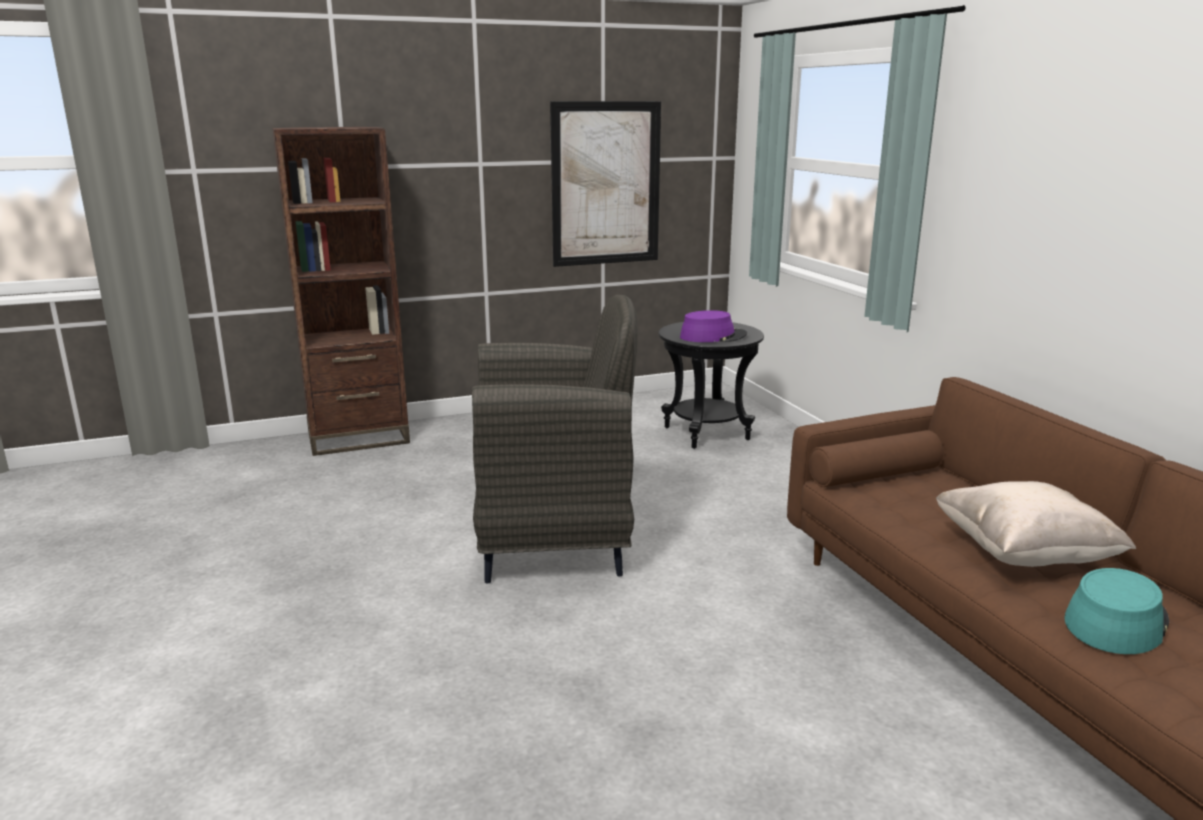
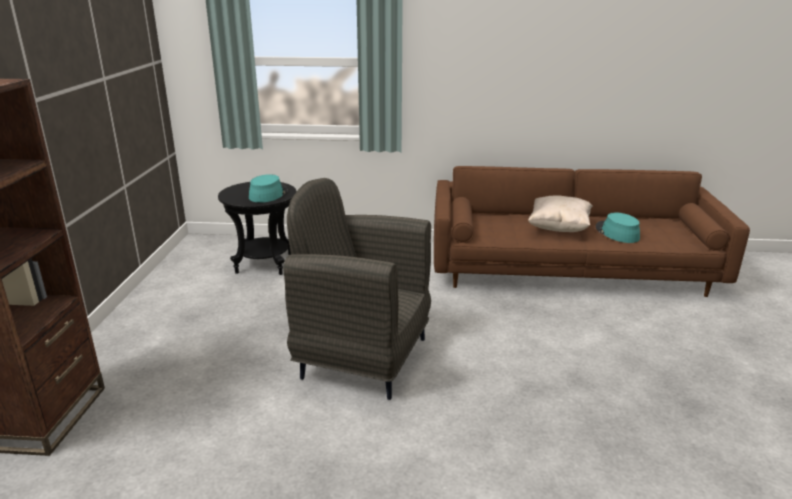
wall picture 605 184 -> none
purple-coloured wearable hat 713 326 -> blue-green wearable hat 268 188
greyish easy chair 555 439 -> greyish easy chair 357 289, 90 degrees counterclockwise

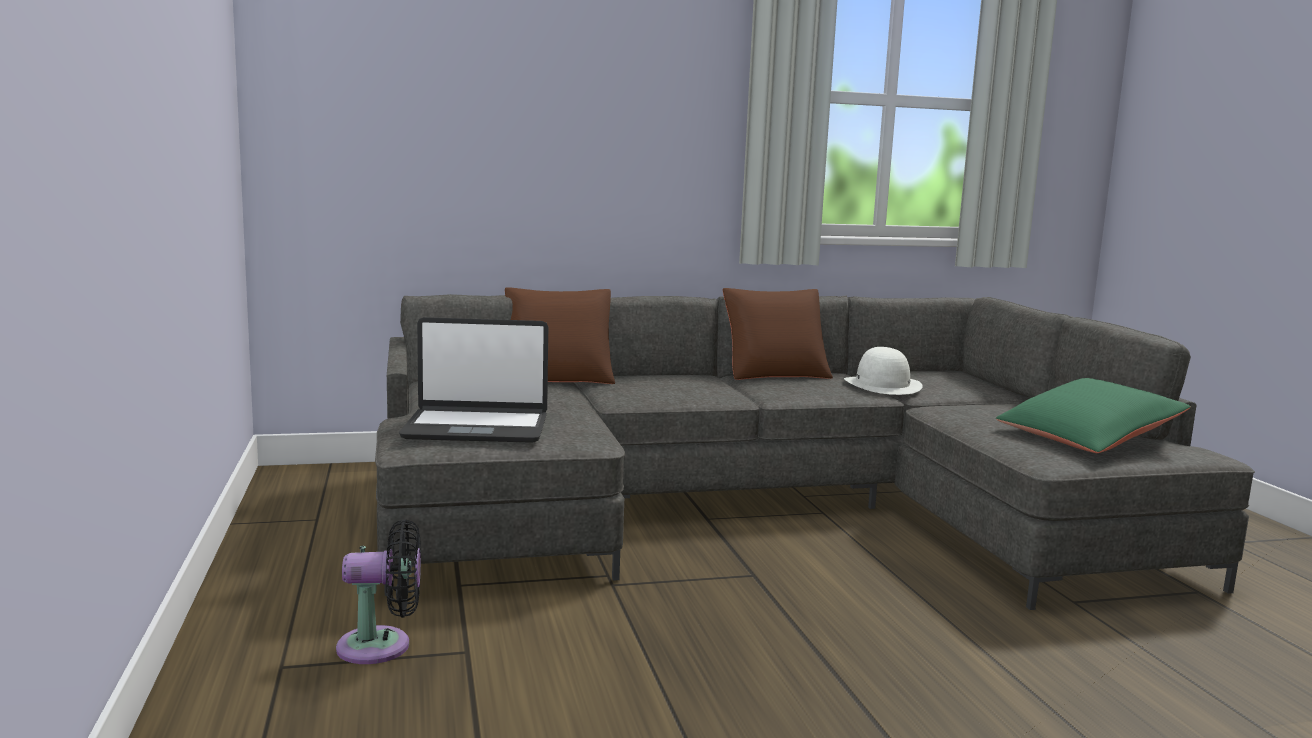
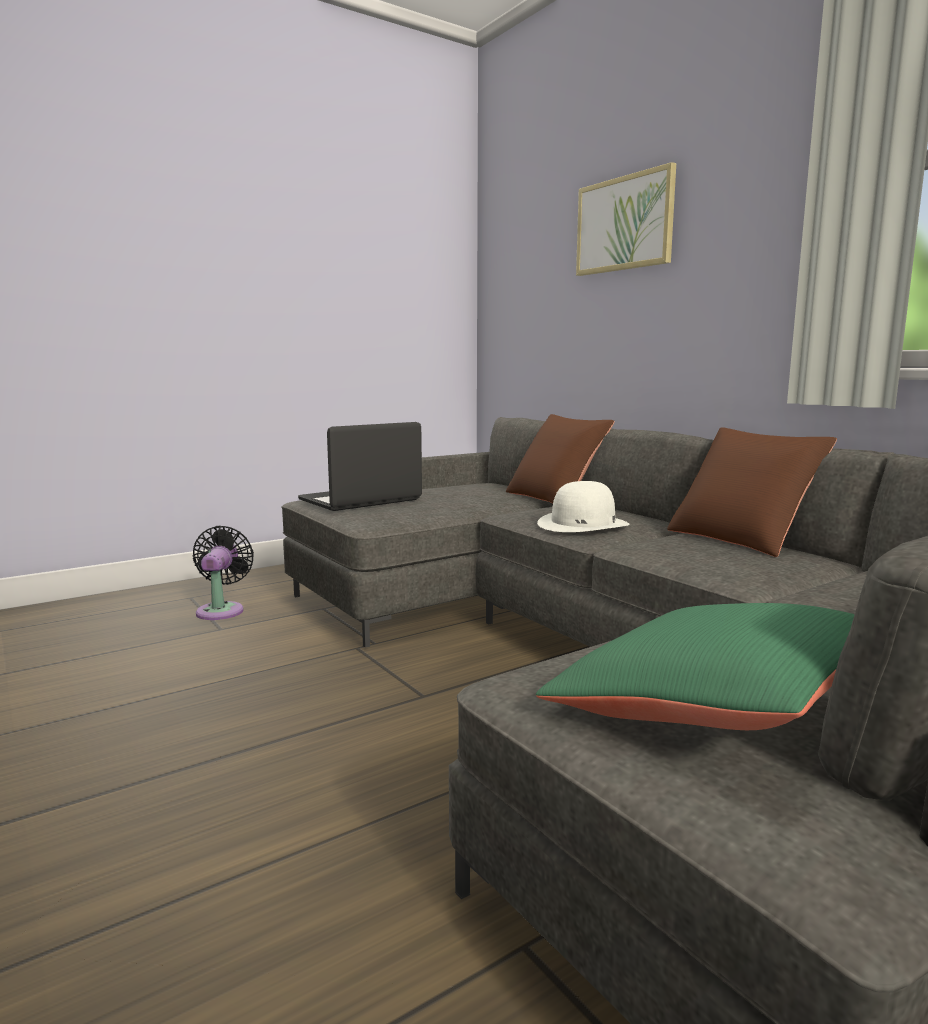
none -> wall picture 626 219
whitish wearable hat 883 371 -> whitish wearable hat 583 506, relocated
black fan 378 592 -> black fan 223 573, 150 degrees counterclockwise
notebook computer 473 380 -> notebook computer 360 466, 75 degrees clockwise

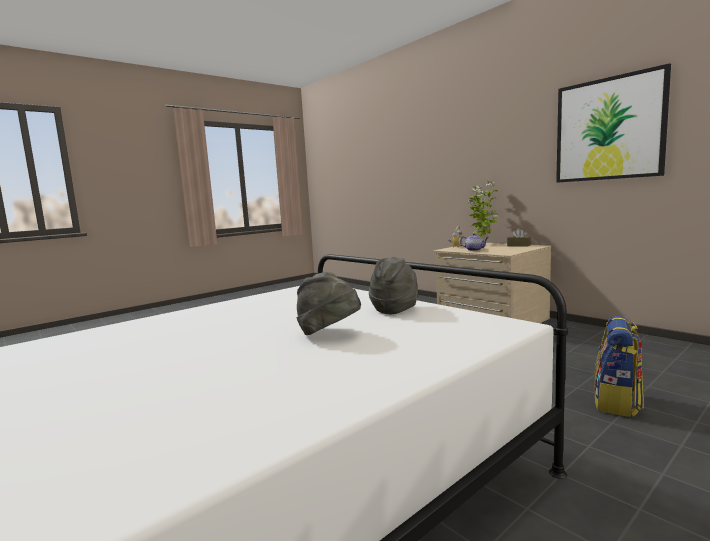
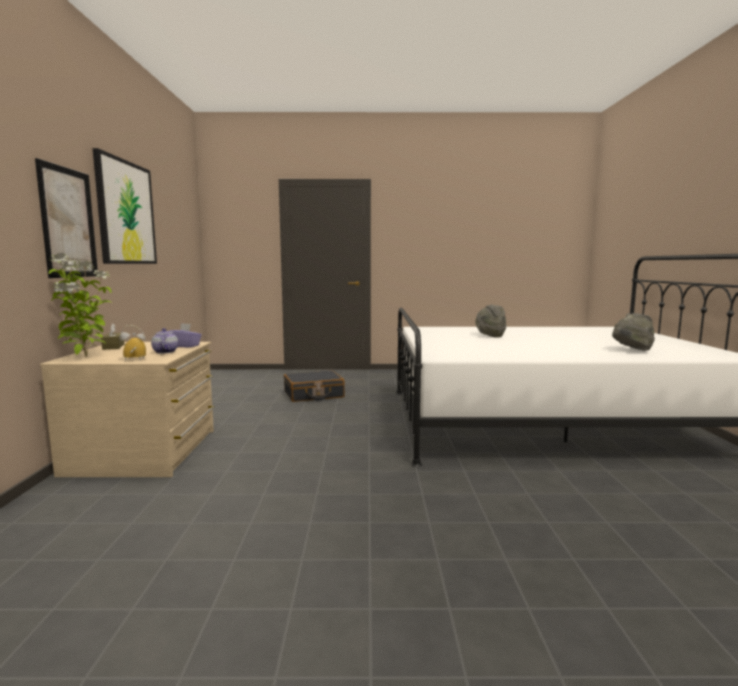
none -> wall picture 66 218
none -> purple-coloured box of tissues 186 335
greyish wearable hat 393 285 -> greyish wearable hat 633 331, relocated
backpack 619 366 -> black travel case 314 386

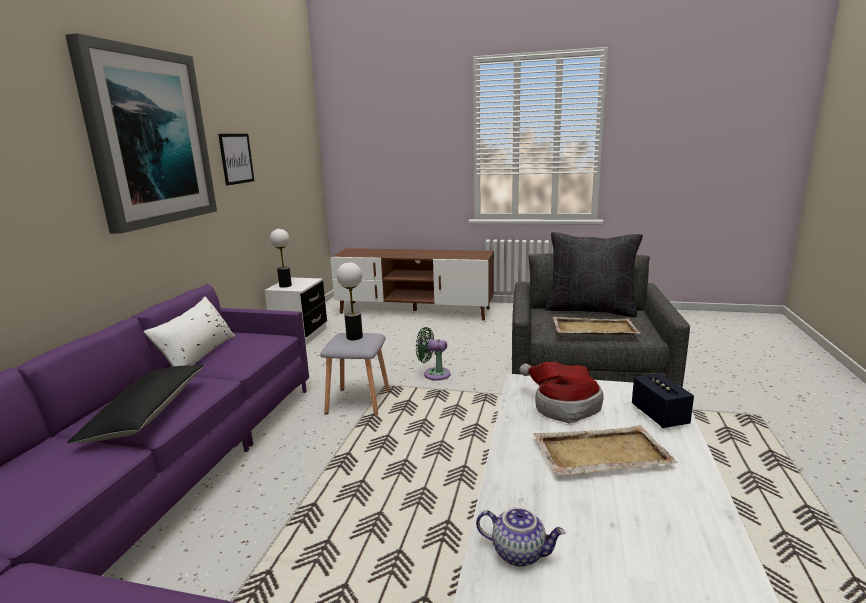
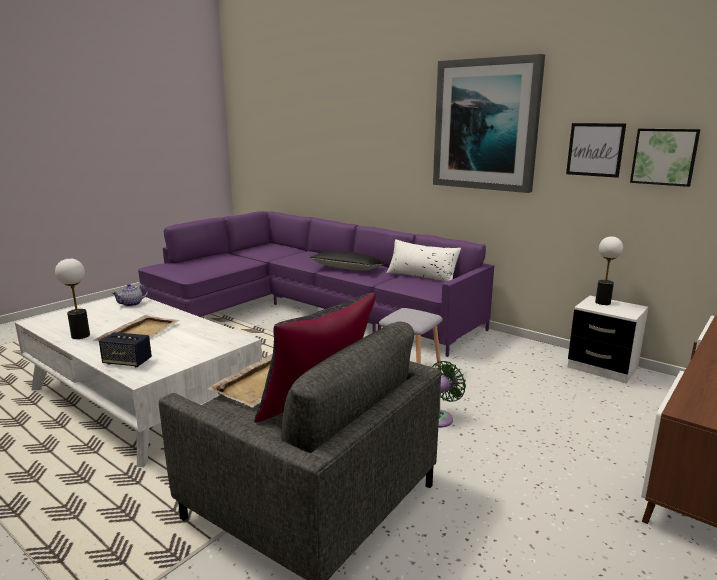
wearable hat 561 393 -> none
none -> wall picture 665 158
lamp for a table 350 301 -> lamp for a table 72 298, relocated

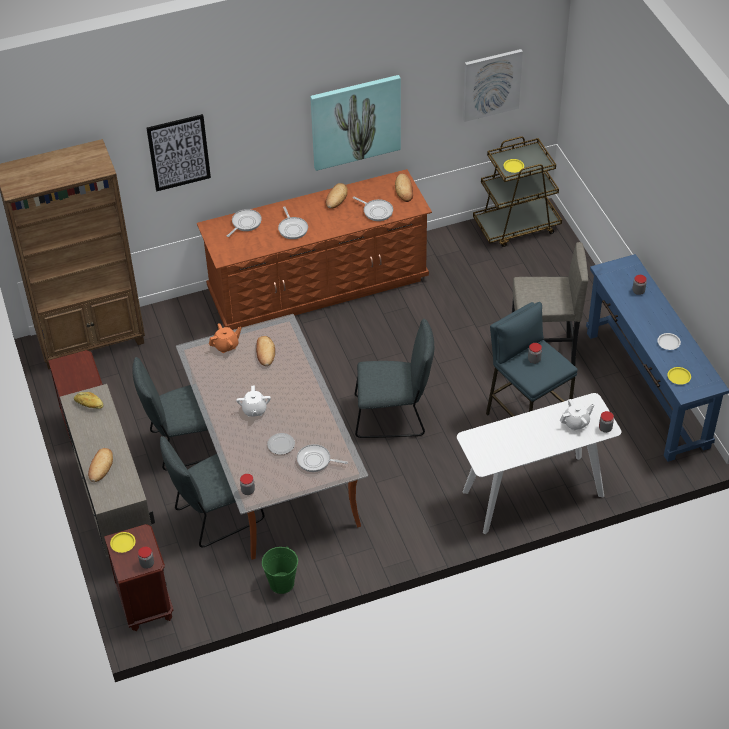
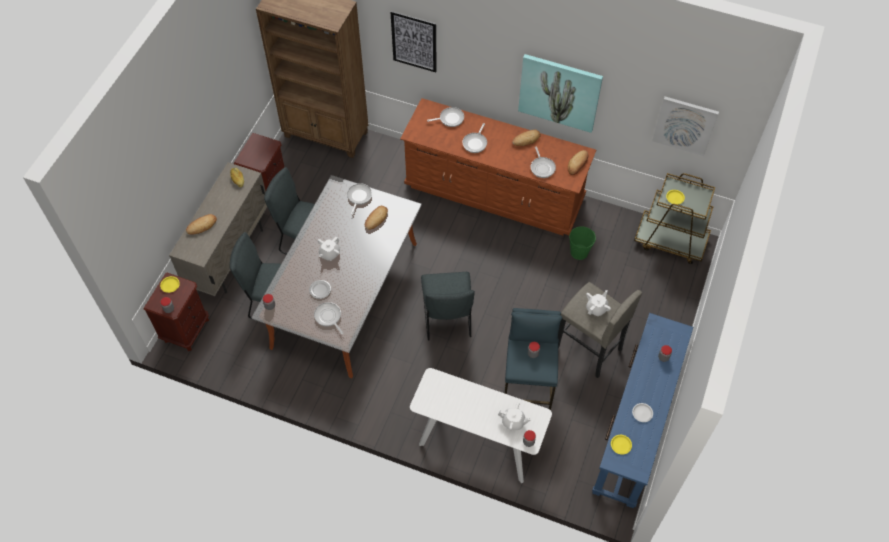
none -> whitish tea pot 598 303
green-coloured bucket 280 570 -> green-coloured bucket 582 243, relocated
orange-coloured tea pot 225 338 -> pan 359 198
greyish chair 394 378 -> greyish chair 448 306, 45 degrees clockwise

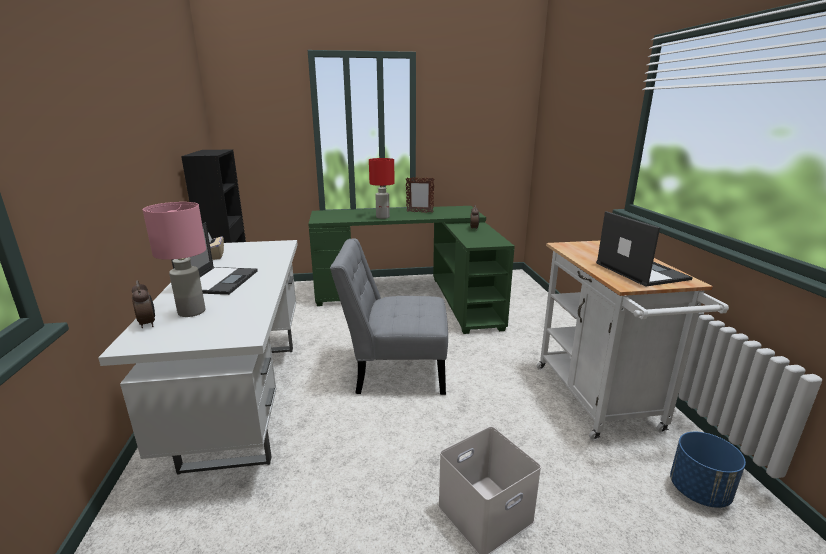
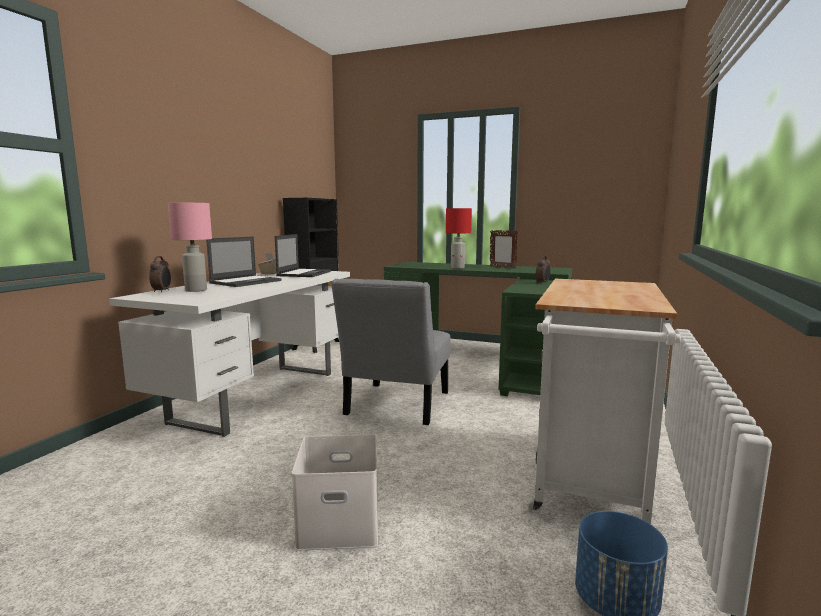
notebook computer 644 249 -> notebook computer 303 255, relocated
greyish chair 389 316 -> greyish chair 390 352, 105 degrees counterclockwise

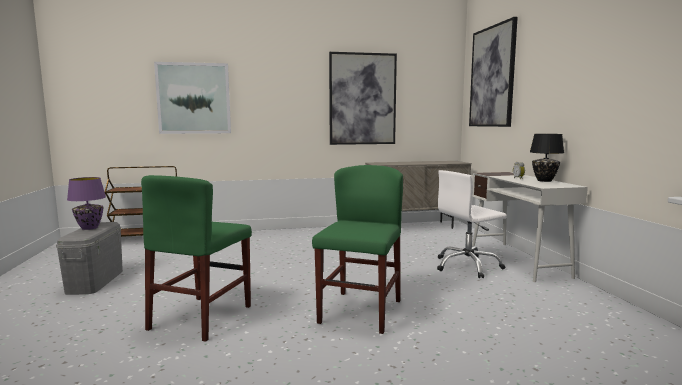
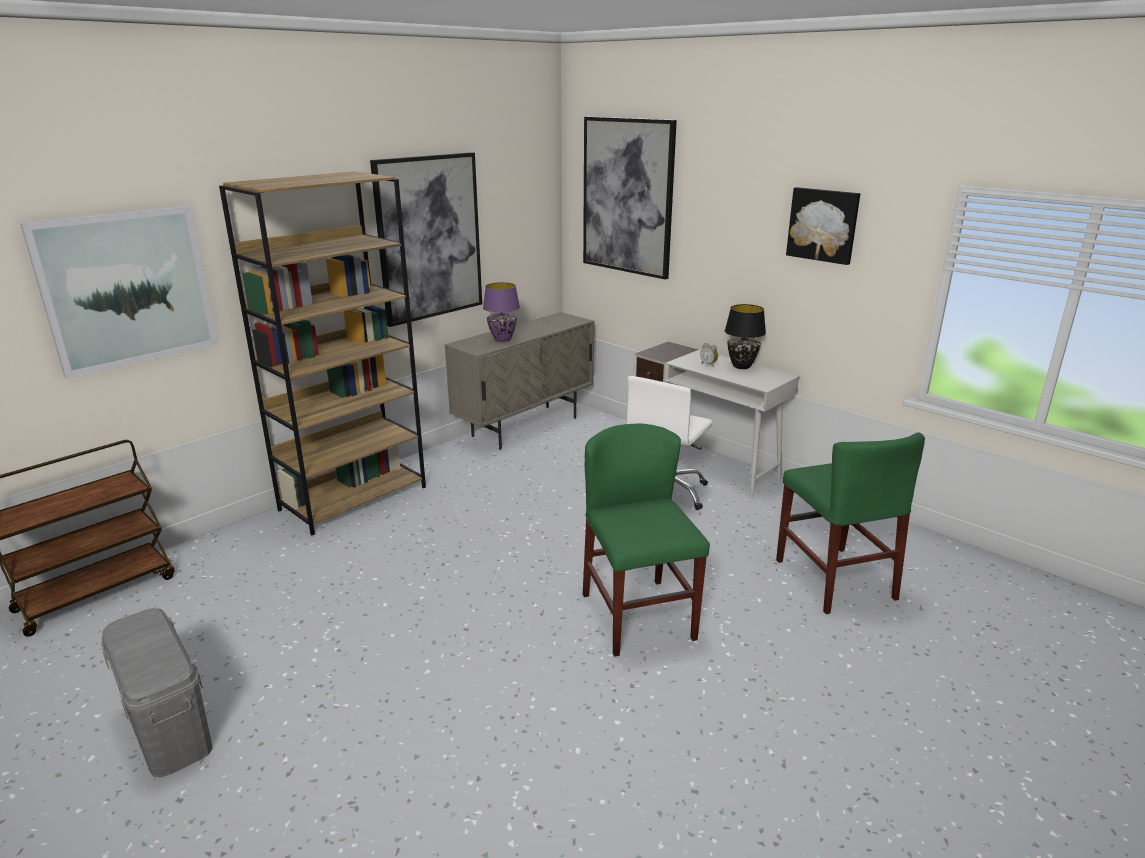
none -> brown shelving unit 322 353
none -> wall picture 823 226
purple-coloured lamp for a table 86 203 -> purple-coloured lamp for a table 501 312, relocated
green-coloured chair 196 258 -> green-coloured chair 850 523, relocated

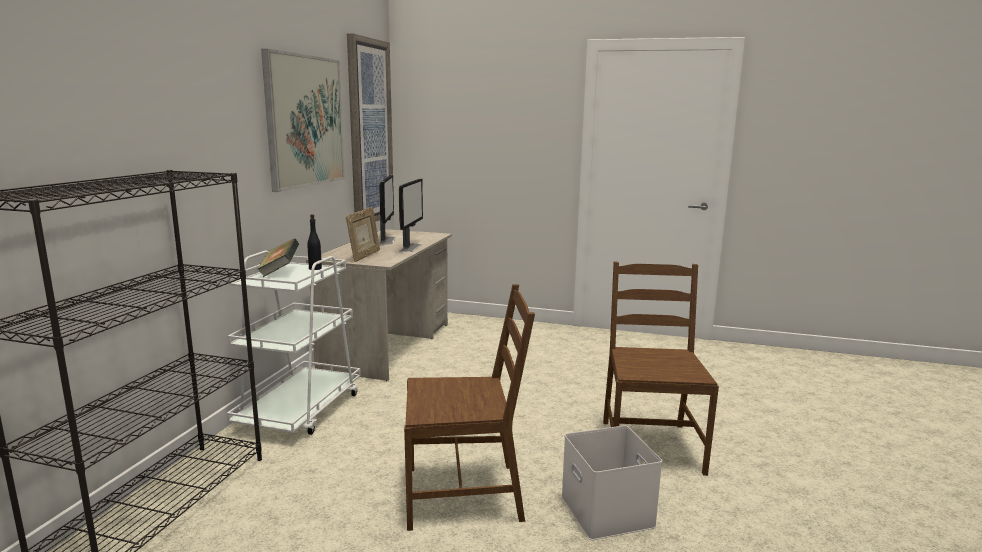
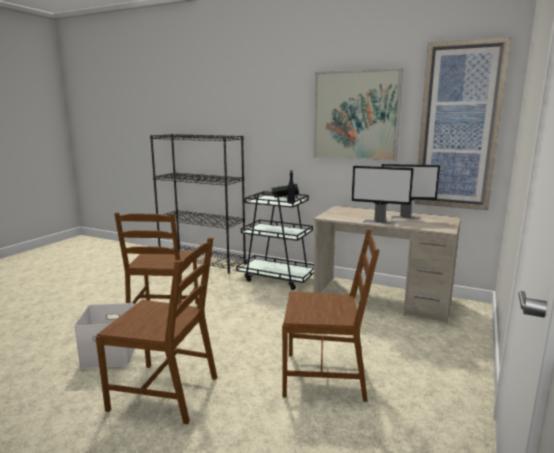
picture frame 363 234 -> none
none -> brown chair 331 315
whitish wheeled cart 294 343 -> black wheeled cart 275 238

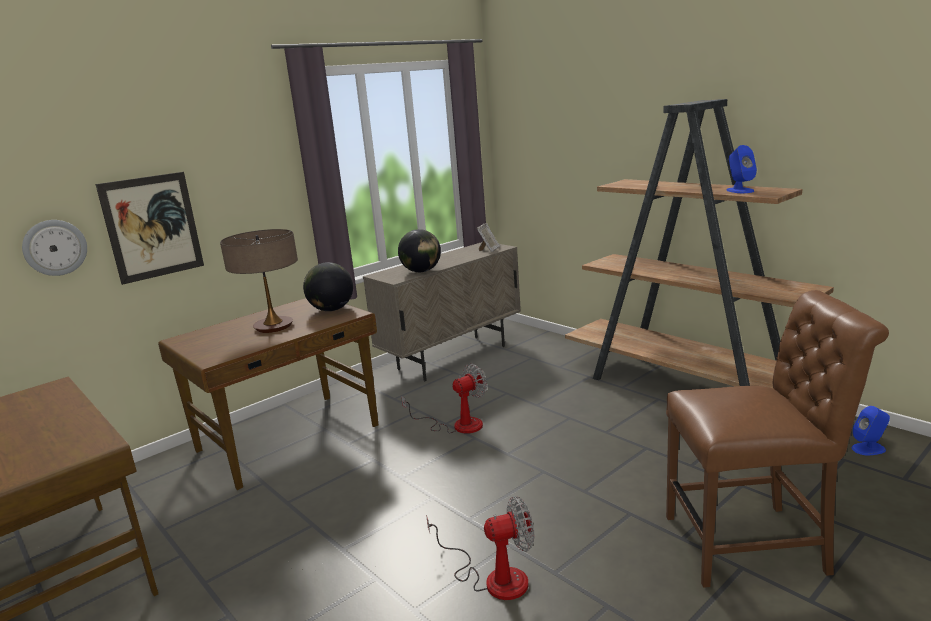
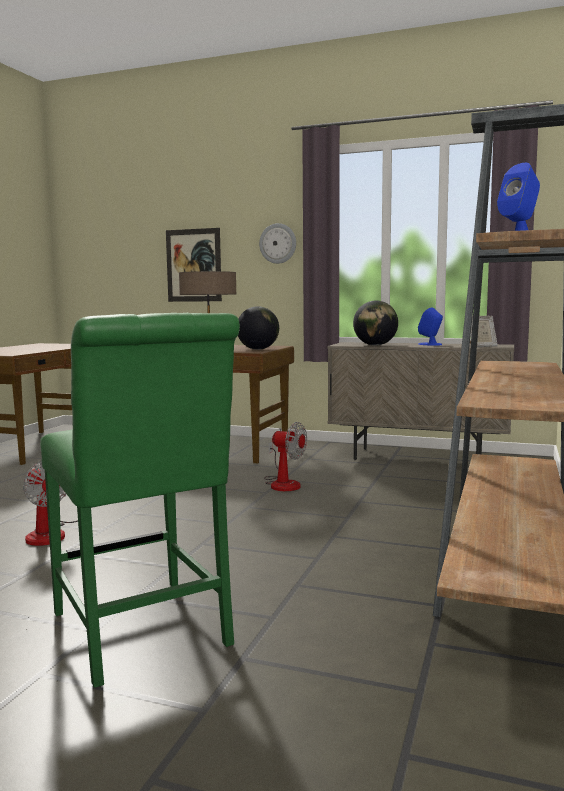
hanging clock 54 248 -> hanging clock 277 243, relocated
blue loudspeaker 871 430 -> blue loudspeaker 430 326, relocated
brown chair 777 439 -> green-coloured chair 140 500

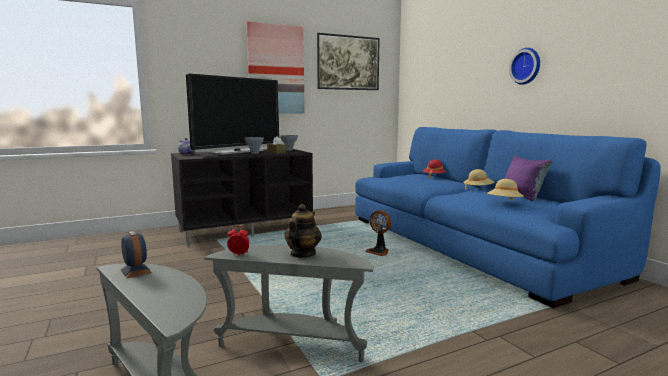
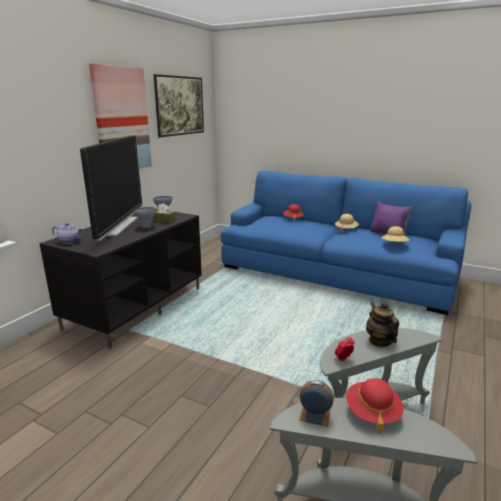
fan 378 233 -> none
hanging clock 524 66 -> none
none -> red-coloured wearable hat 375 406

